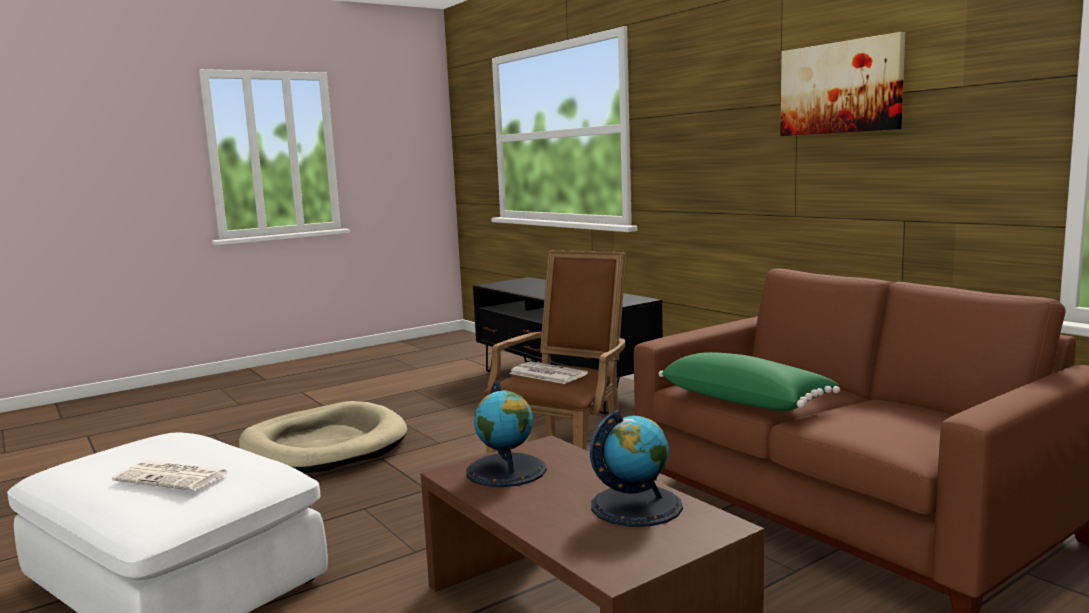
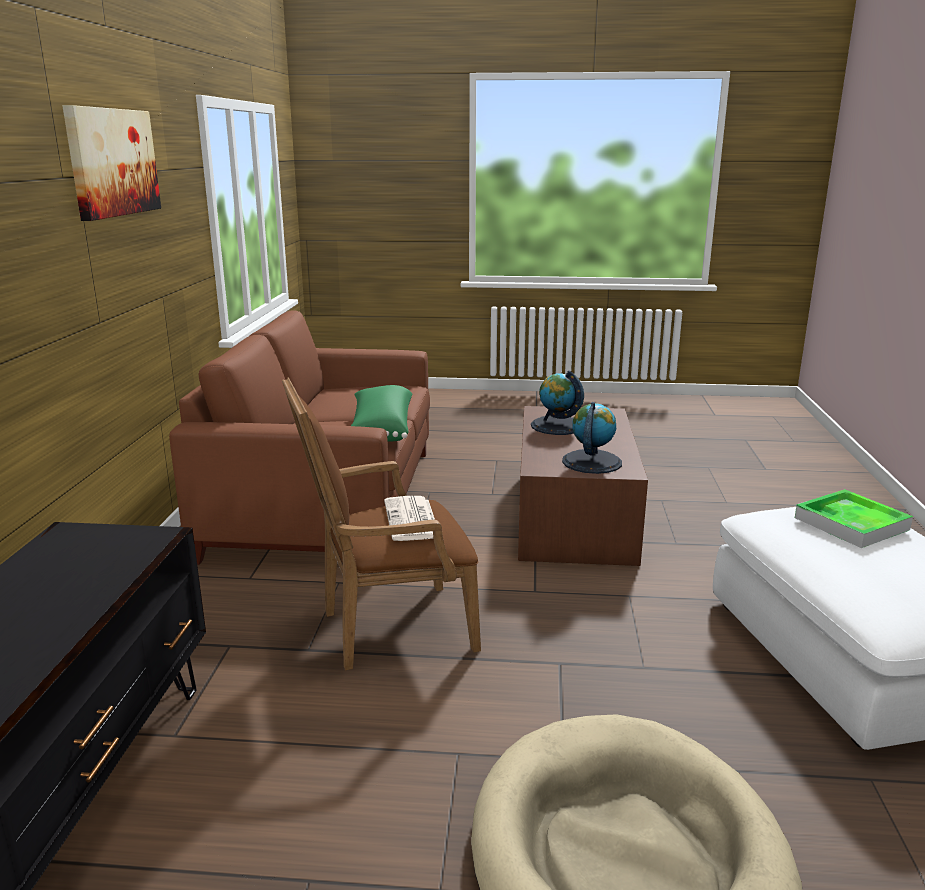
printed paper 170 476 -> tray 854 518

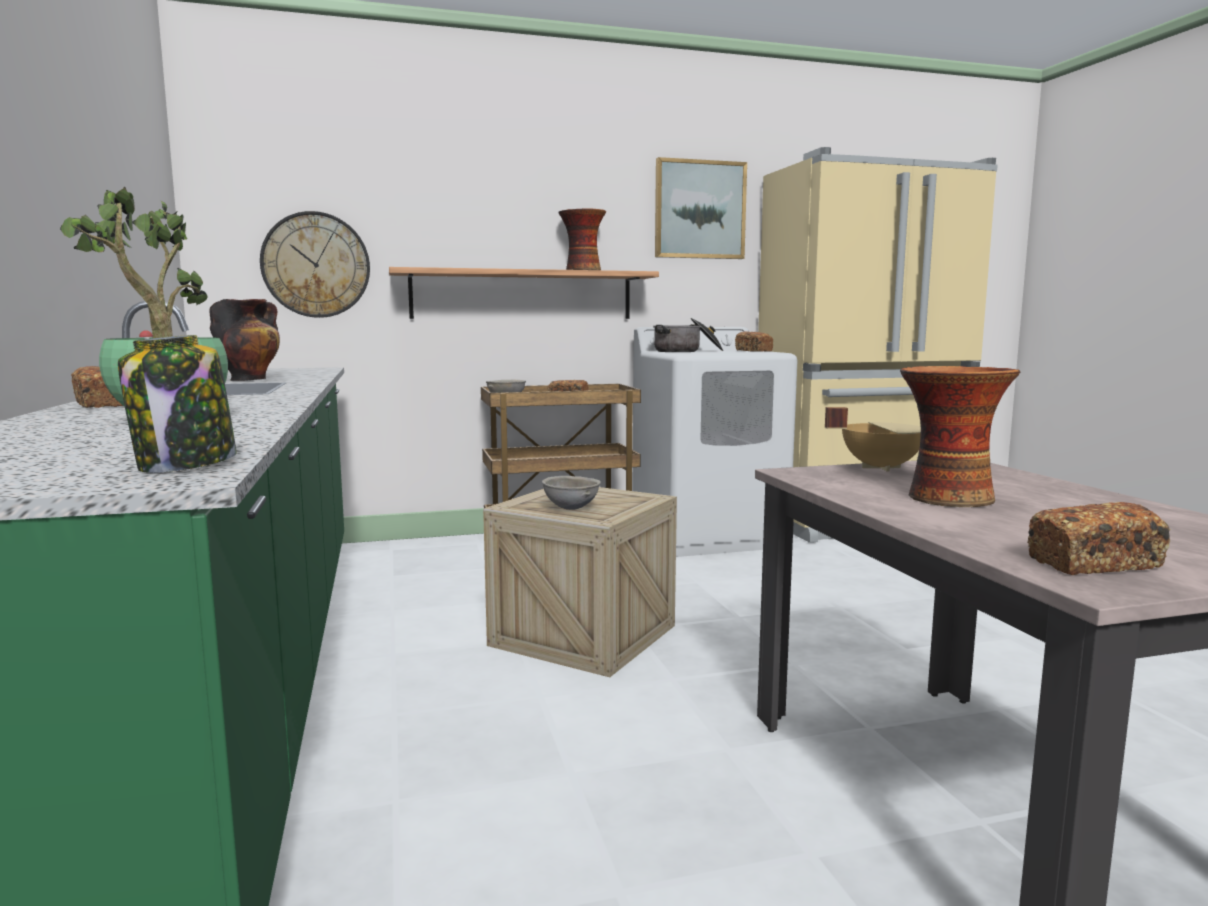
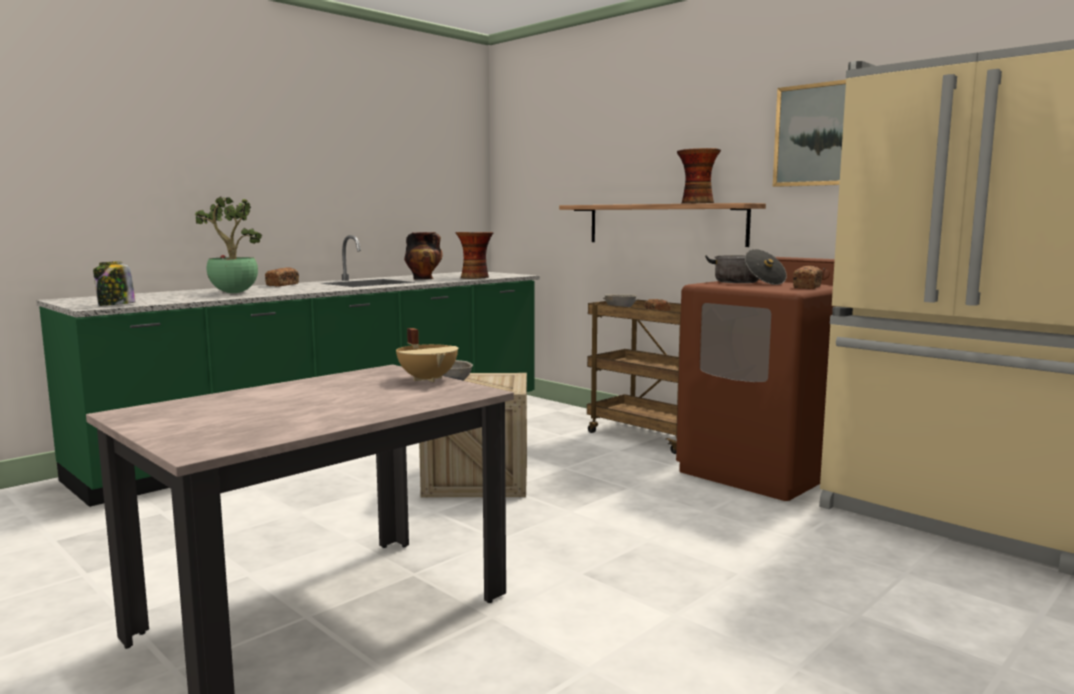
hanging clock 315 264 -> none
bakery bread 1099 538 -> none
vase 960 436 -> vase 474 255, relocated
whitish laundry appliance 714 442 -> brown laundry appliance 756 379

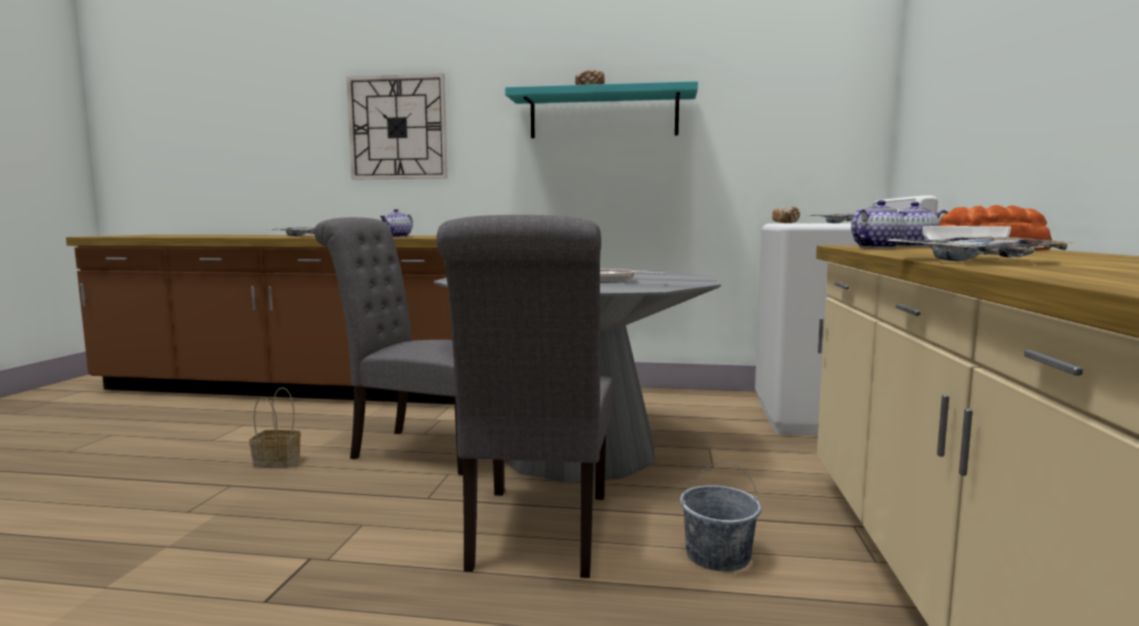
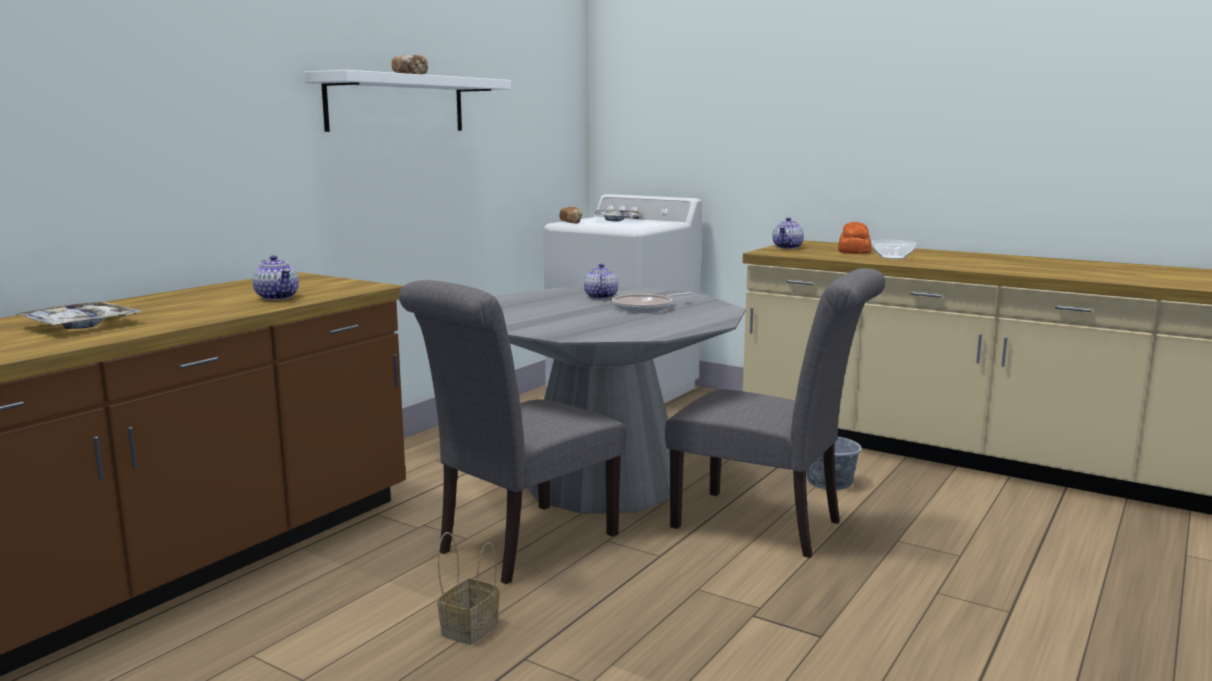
hanging clock 397 126 -> none
tray 982 249 -> none
tea pot 878 224 -> tea pot 601 281, relocated
blue-green wall shelf 601 109 -> whitish wall shelf 407 101

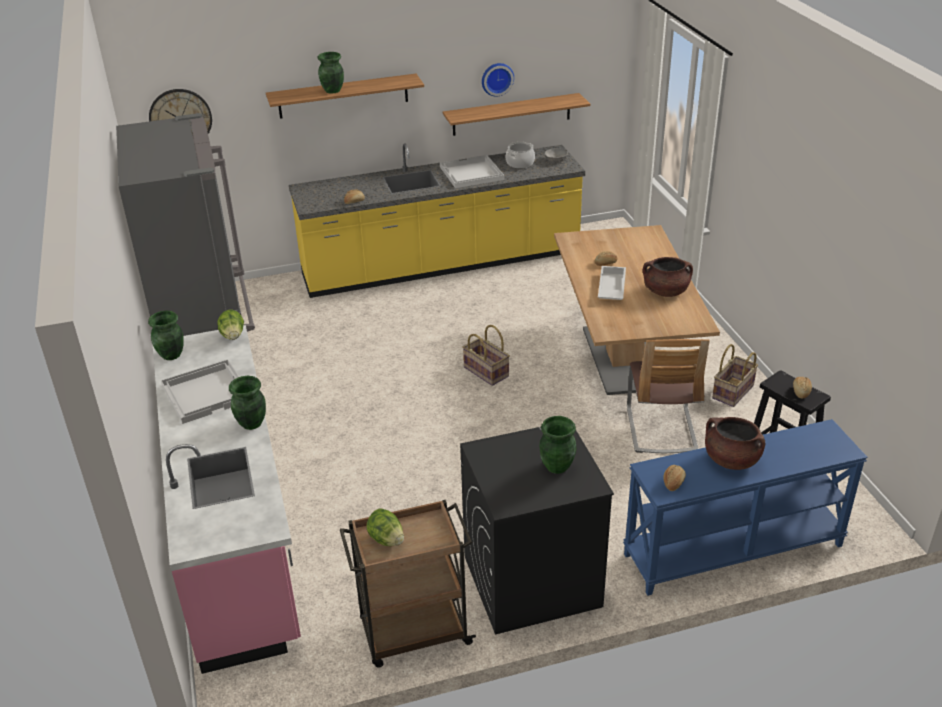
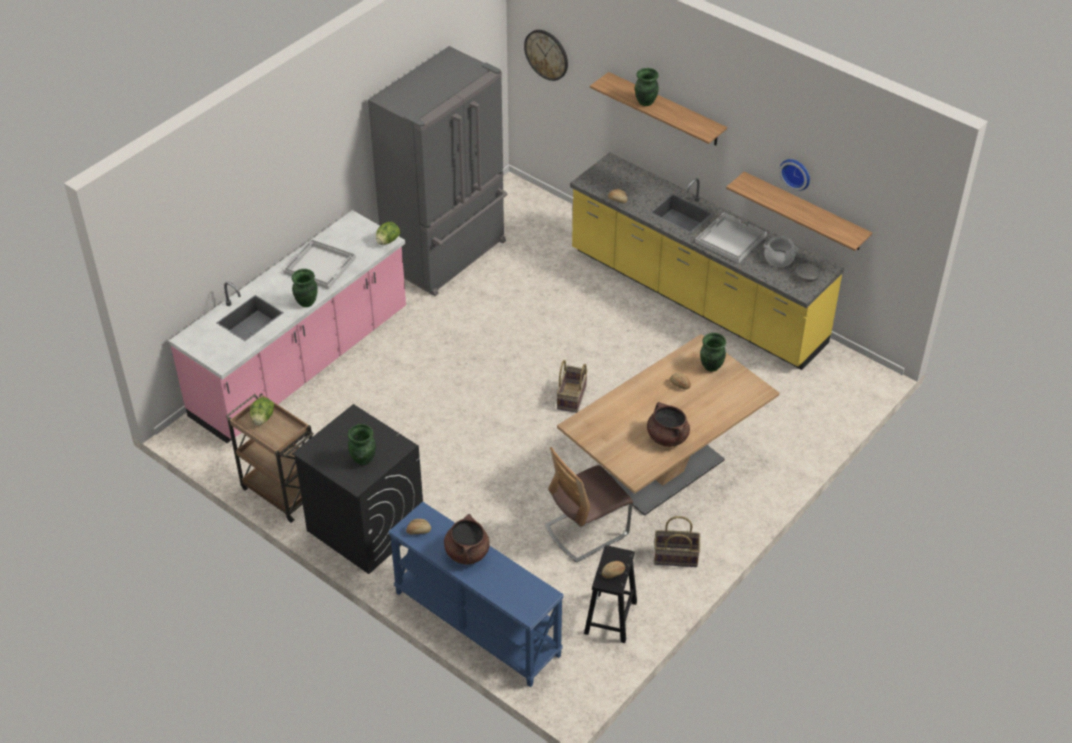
whitish tray 612 283 -> none
green-coloured vase 166 335 -> green-coloured vase 713 352, relocated

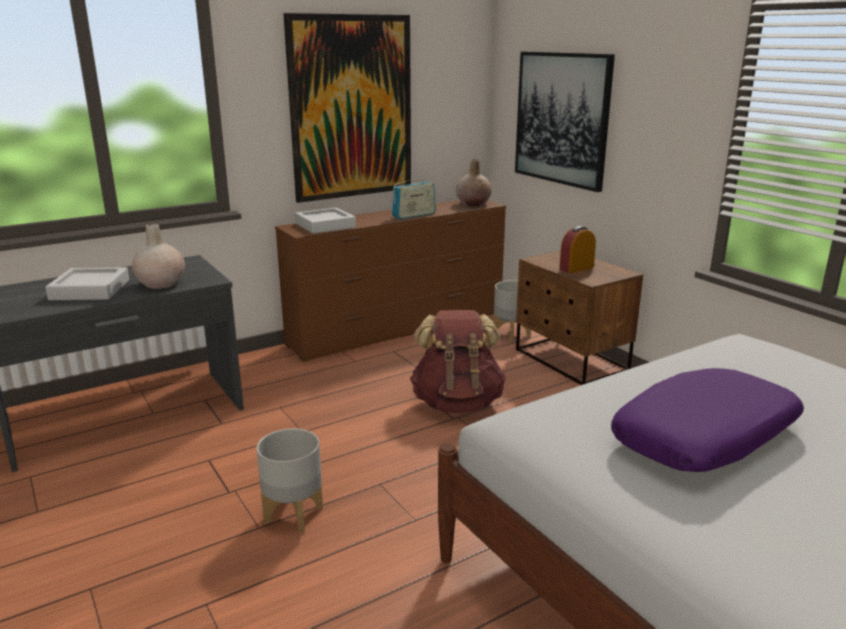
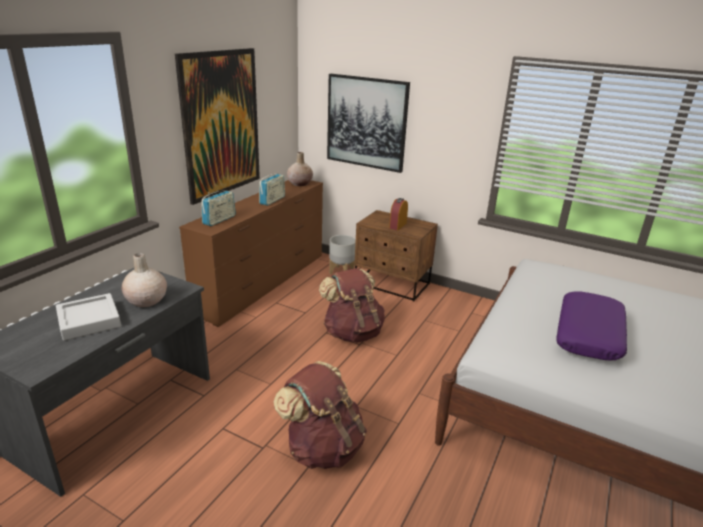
greyish plant pot 290 481 -> brown backpack 320 415
greyish tray 325 221 -> radio receiver 218 208

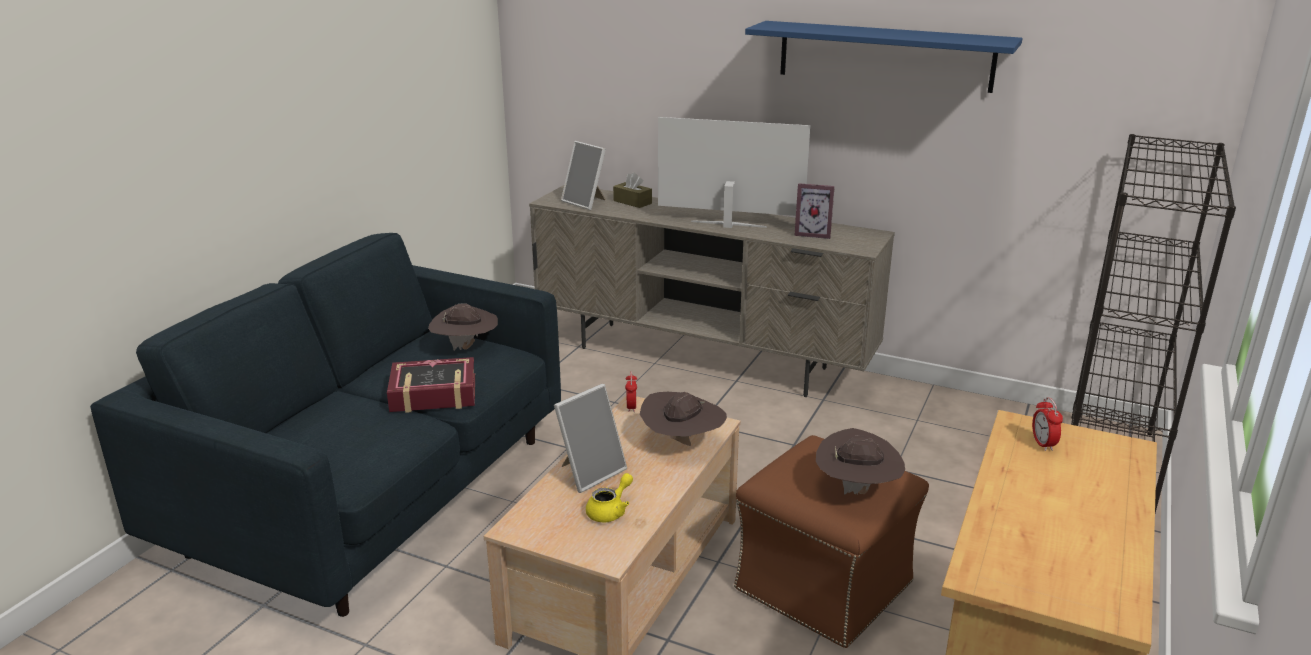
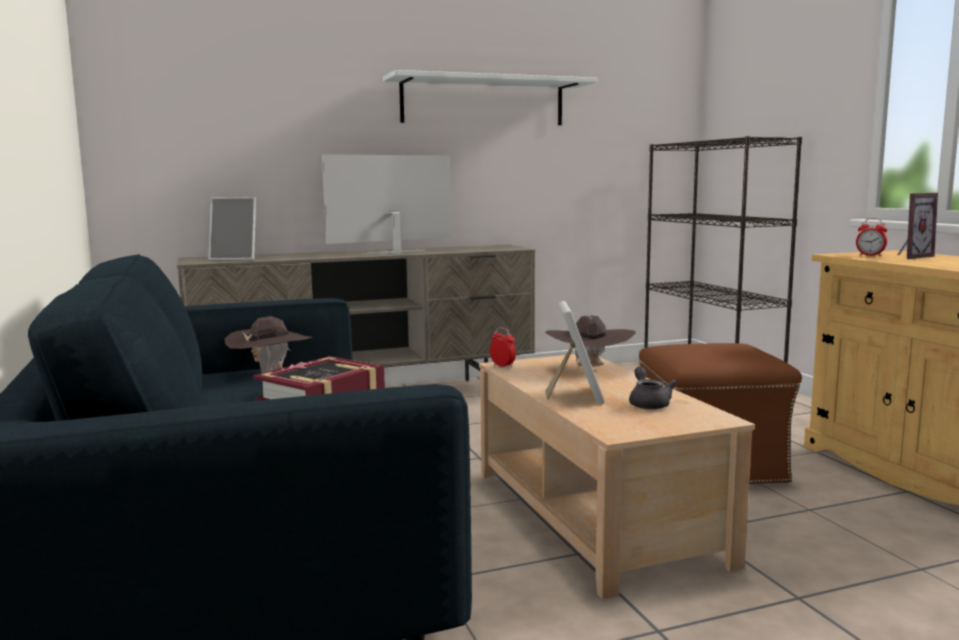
brown box of tissues 632 190 -> none
brown wearable hat 860 461 -> none
picture frame 814 211 -> picture frame 918 226, relocated
yellow tea pot 609 497 -> greyish tea pot 653 388
blue wall shelf 884 57 -> whitish wall shelf 490 97

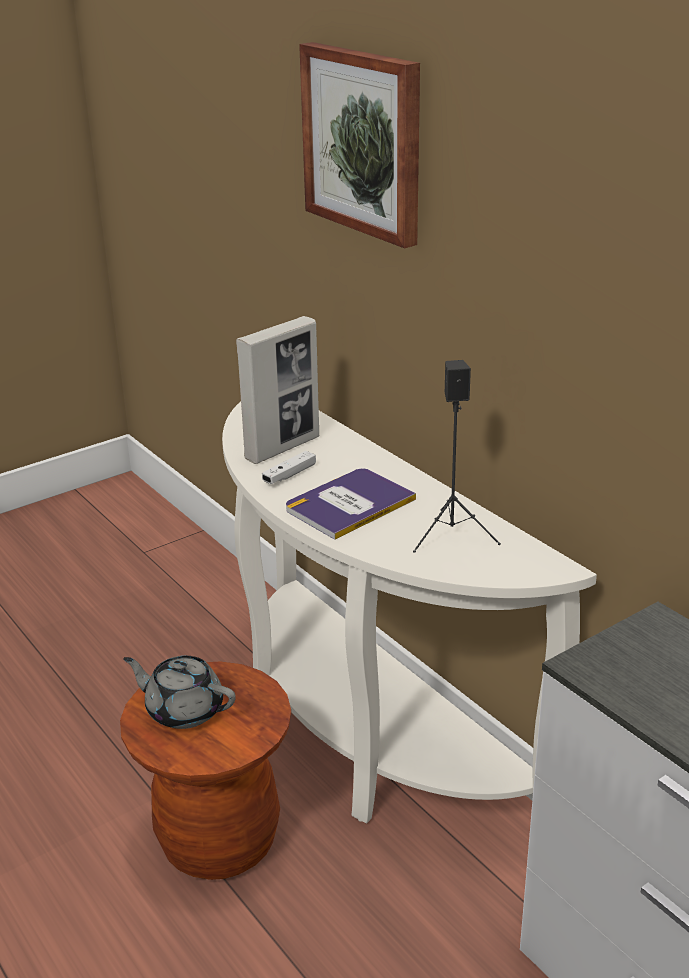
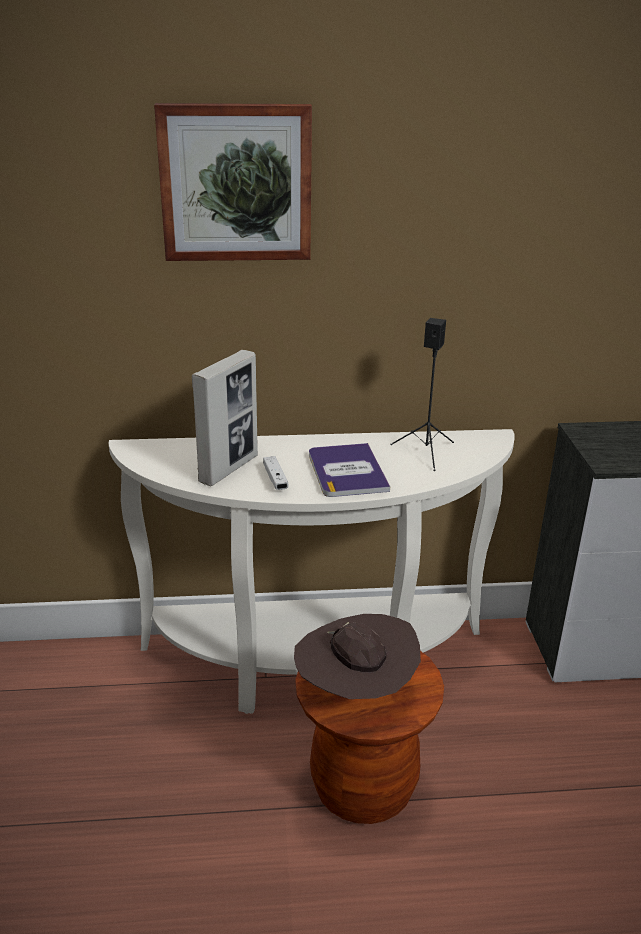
greyish tea pot 179 692 -> brown wearable hat 357 656
picture frame 277 390 -> picture frame 225 418, 45 degrees clockwise

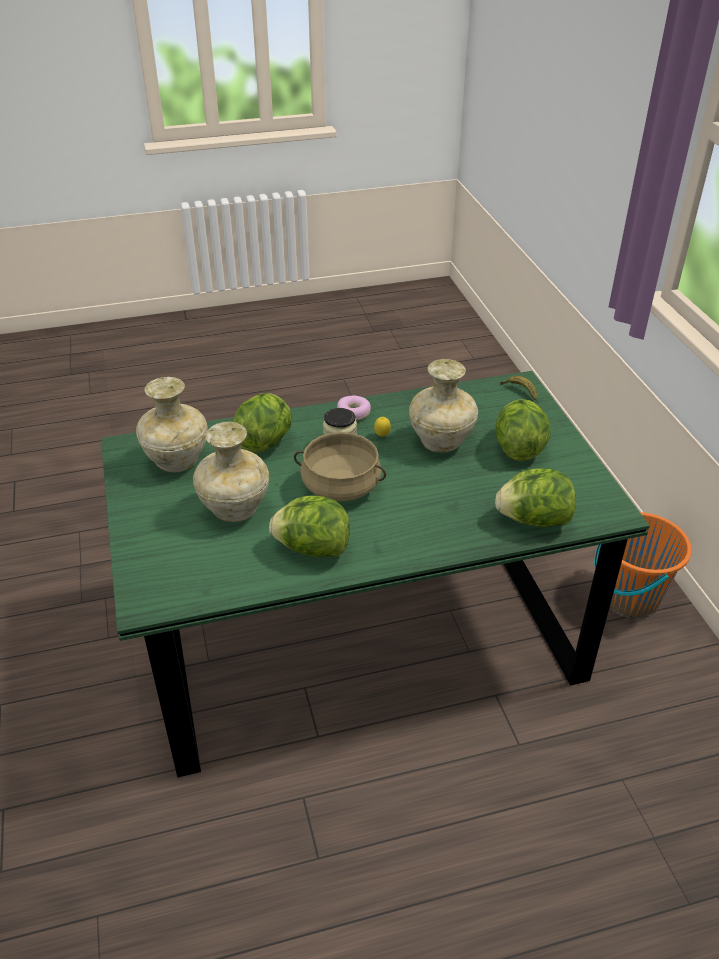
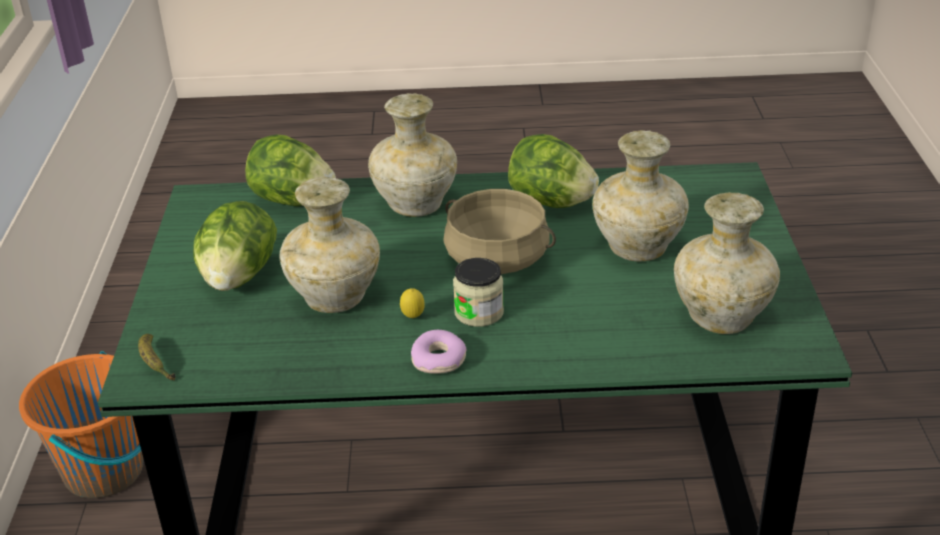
lettuce head 262 423 -> none
none -> beige vase 412 155

